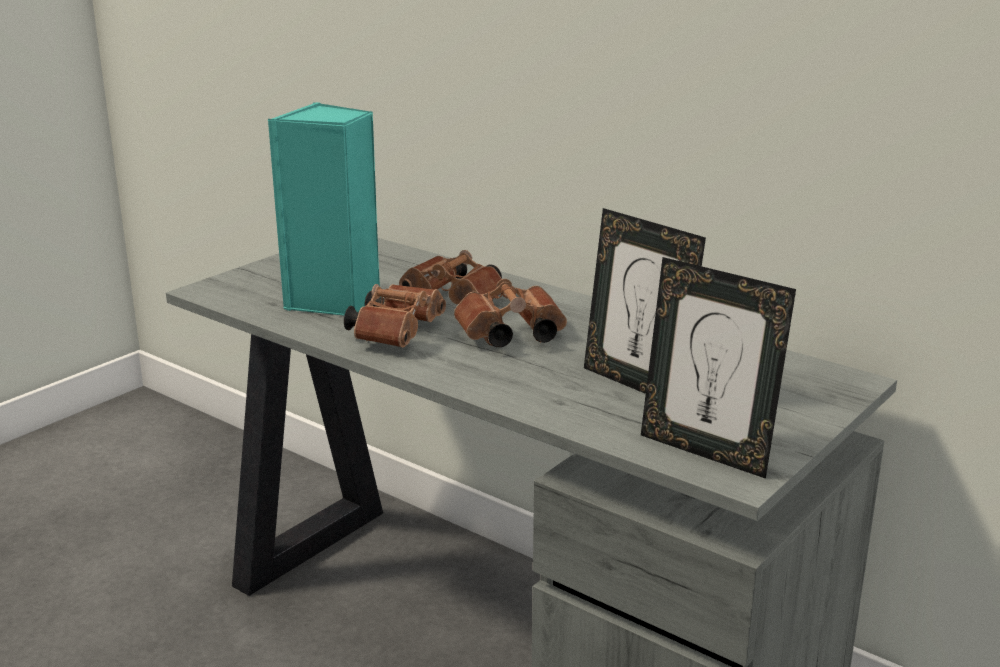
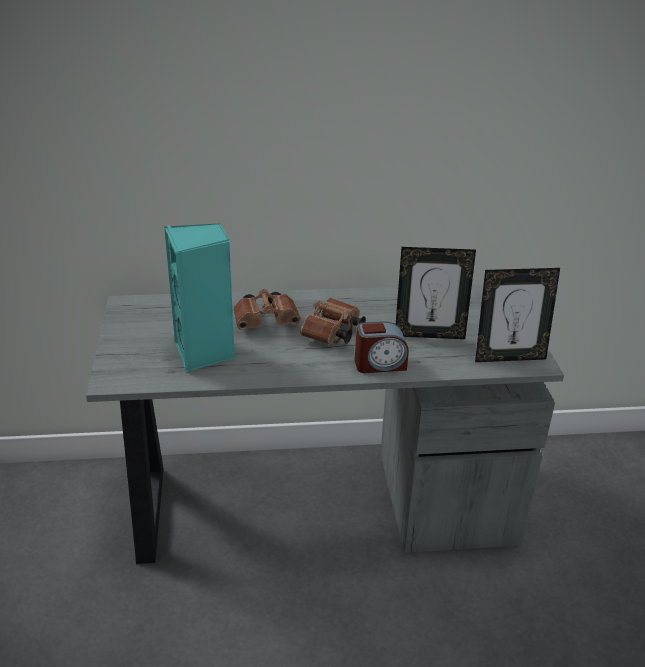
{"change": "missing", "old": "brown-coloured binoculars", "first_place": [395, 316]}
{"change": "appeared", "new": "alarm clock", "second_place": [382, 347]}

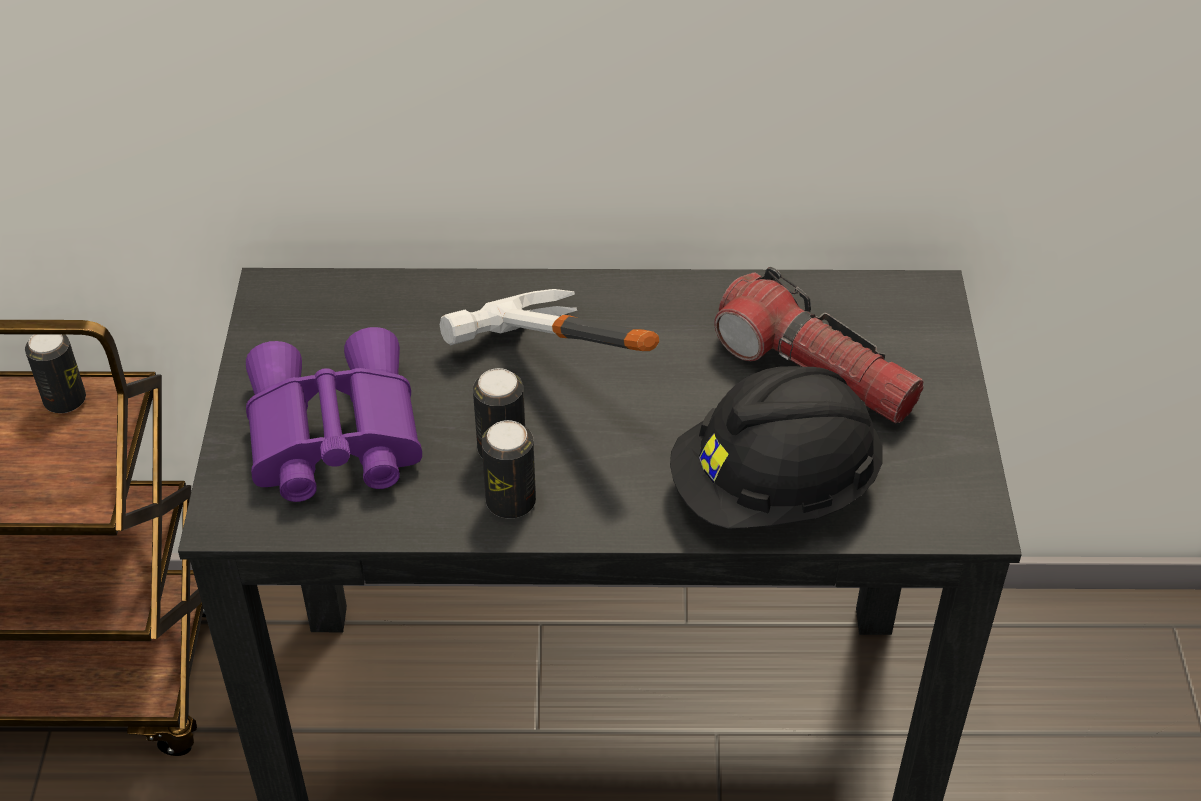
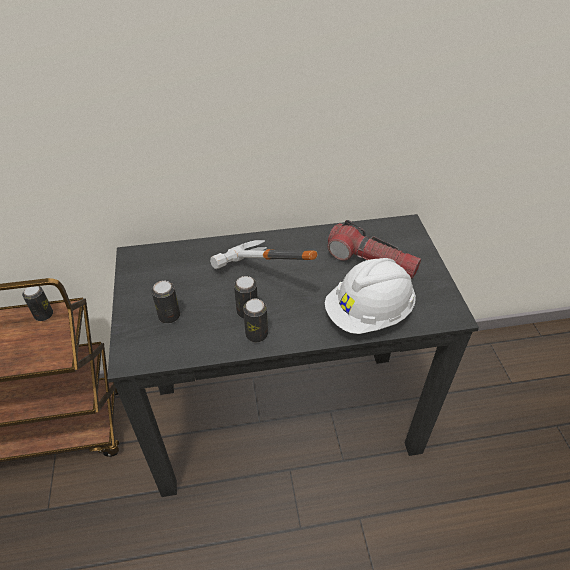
{"change": "exchanged", "old": "purple-coloured binoculars", "new": "metal can", "first_place": [334, 414], "second_place": [165, 302]}
{"change": "colour", "old": "black work helmet", "new": "white work helmet", "first_place": [776, 447], "second_place": [370, 296]}

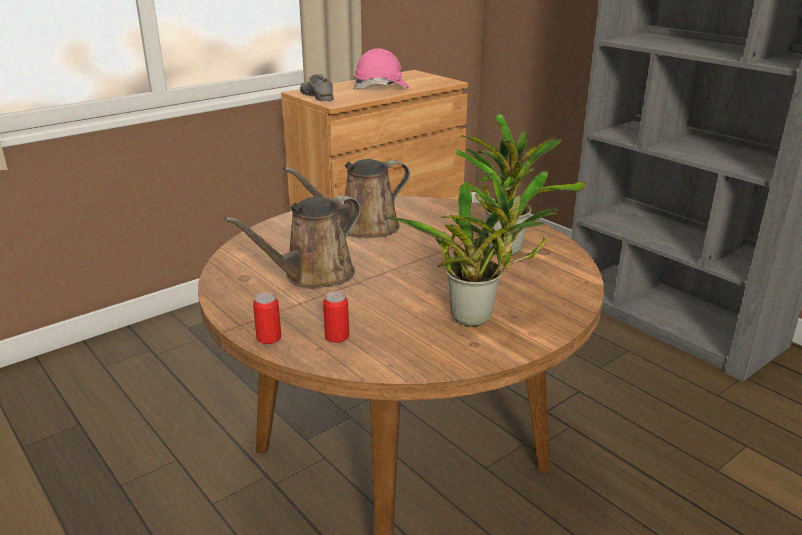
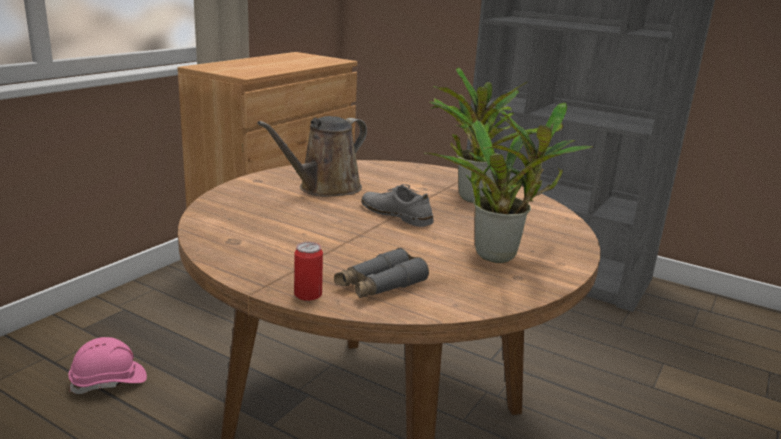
{"change": "relocated", "old": "pinkish work helmet", "first_place": [381, 68], "second_place": [107, 365]}
{"change": "relocated", "old": "grey low shoe", "first_place": [317, 87], "second_place": [397, 205]}
{"change": "missing", "old": "brown-coloured watering pot", "first_place": [292, 242]}
{"change": "exchanged", "old": "metal can", "new": "grey binoculars", "first_place": [336, 317], "second_place": [381, 273]}

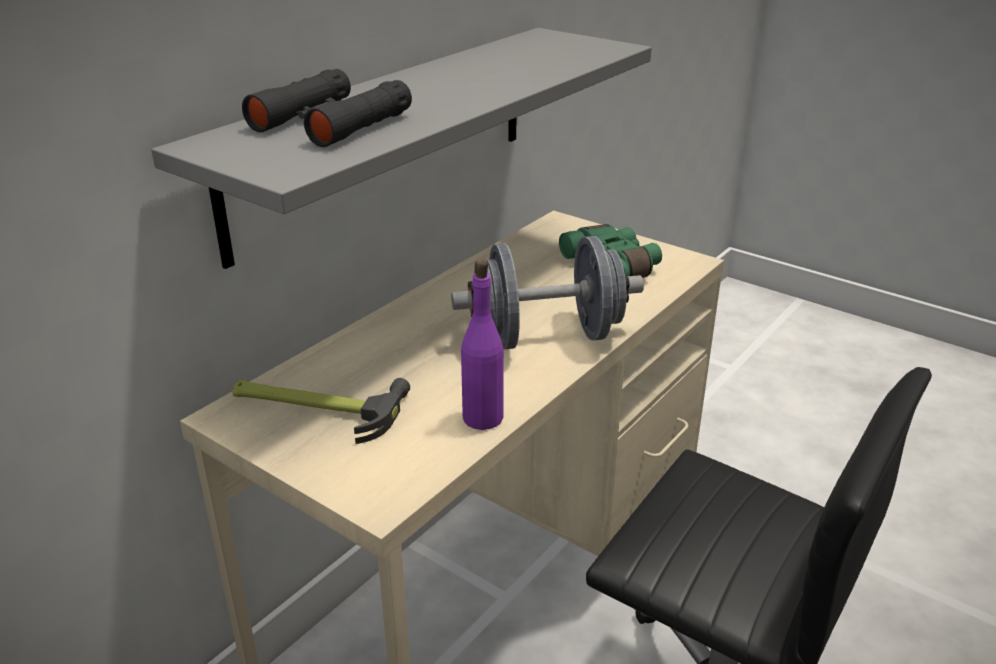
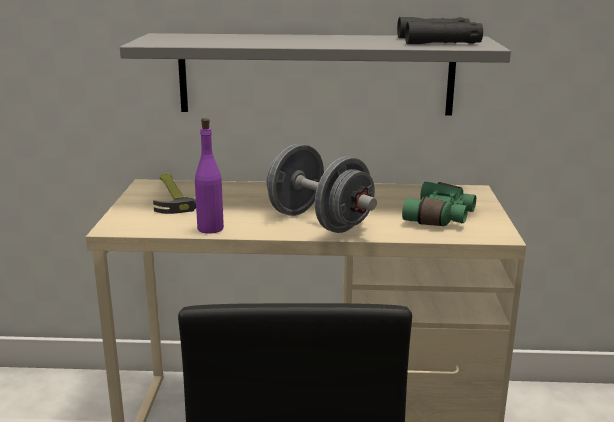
{"change": "relocated", "old": "black binoculars", "first_place": [327, 108], "second_place": [440, 30]}

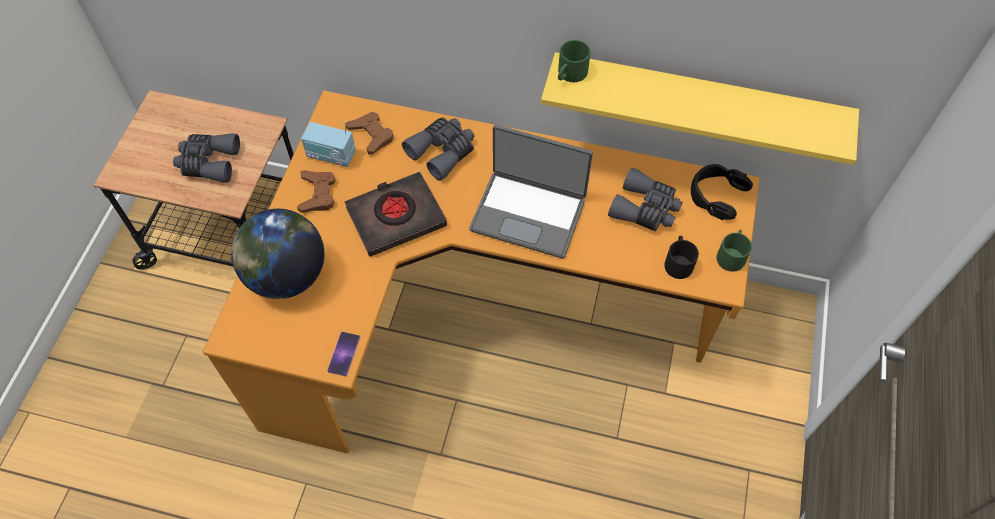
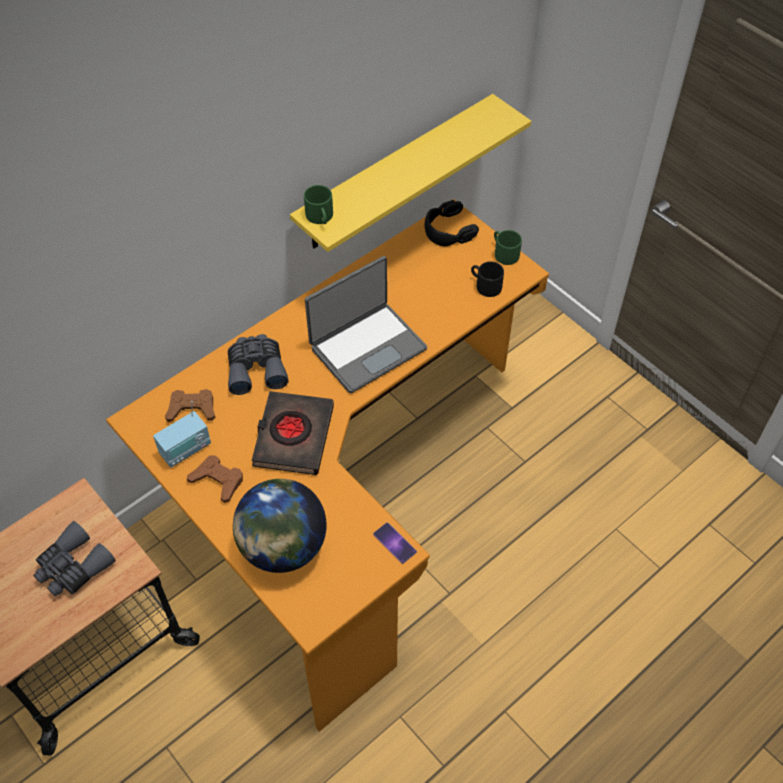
{"change": "missing", "old": "grey binoculars", "first_place": [645, 199]}

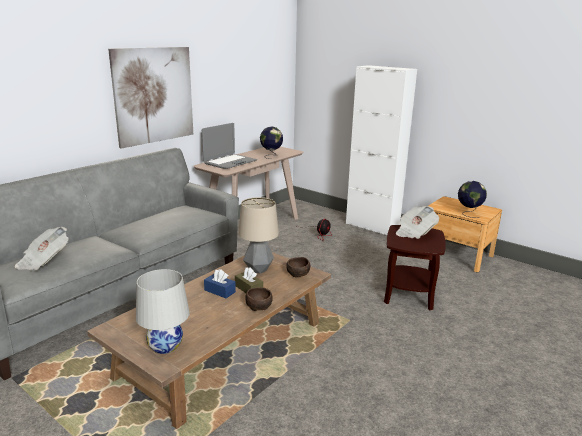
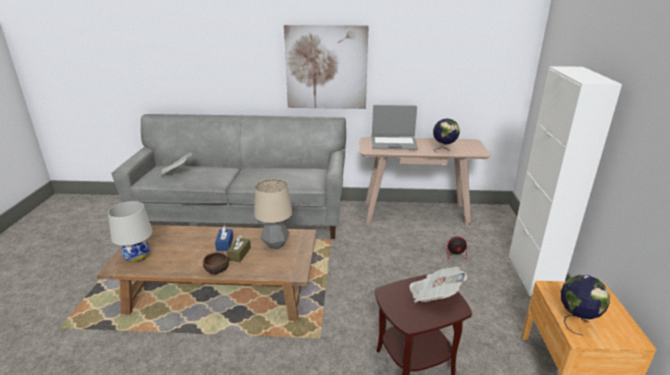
{"change": "missing", "old": "brown-coloured deep dish", "first_place": [298, 267]}

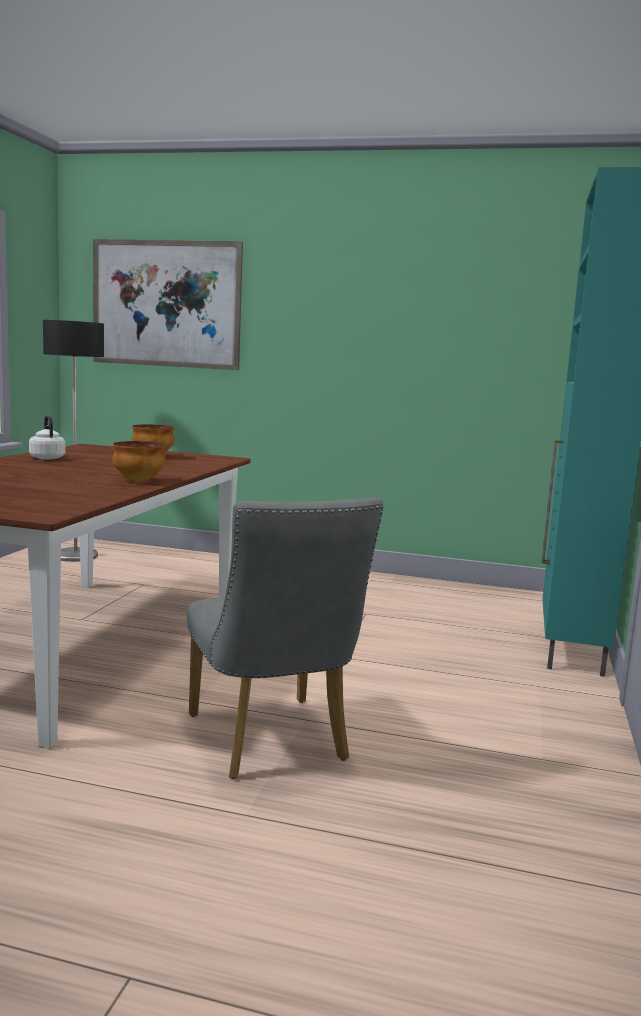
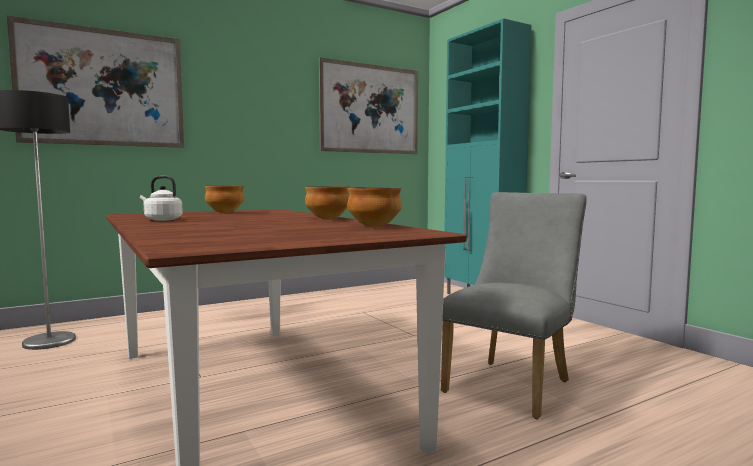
{"change": "spun", "old": "grey chair", "first_place": [285, 638], "second_place": [514, 305], "degrees": -75}
{"change": "appeared", "new": "wall art", "second_place": [368, 105]}
{"change": "appeared", "new": "deep dish", "second_place": [374, 207]}

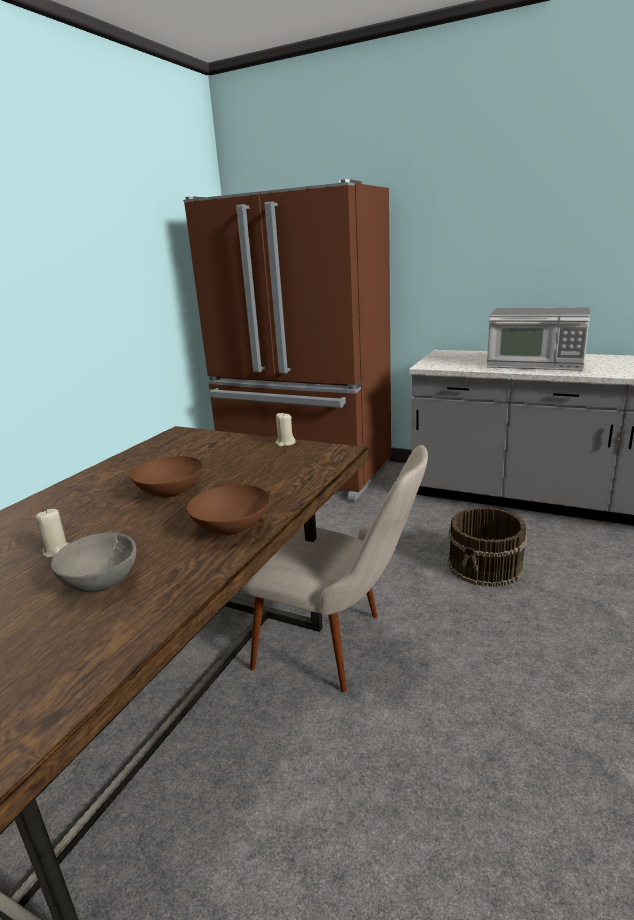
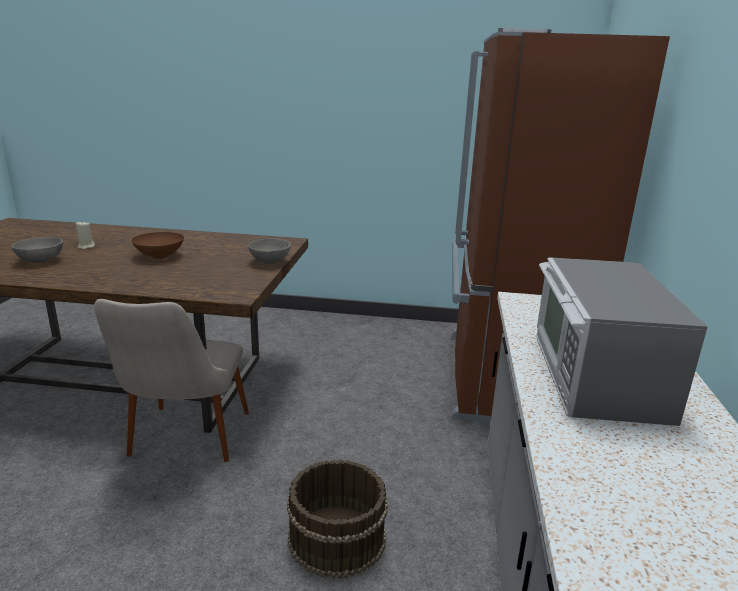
{"change": "missing", "old": "beige wax light", "first_place": [286, 430]}
{"change": "missing", "old": "brown-coloured deep dish", "first_place": [228, 510]}
{"change": "appeared", "new": "grey deep dish", "second_place": [269, 251]}

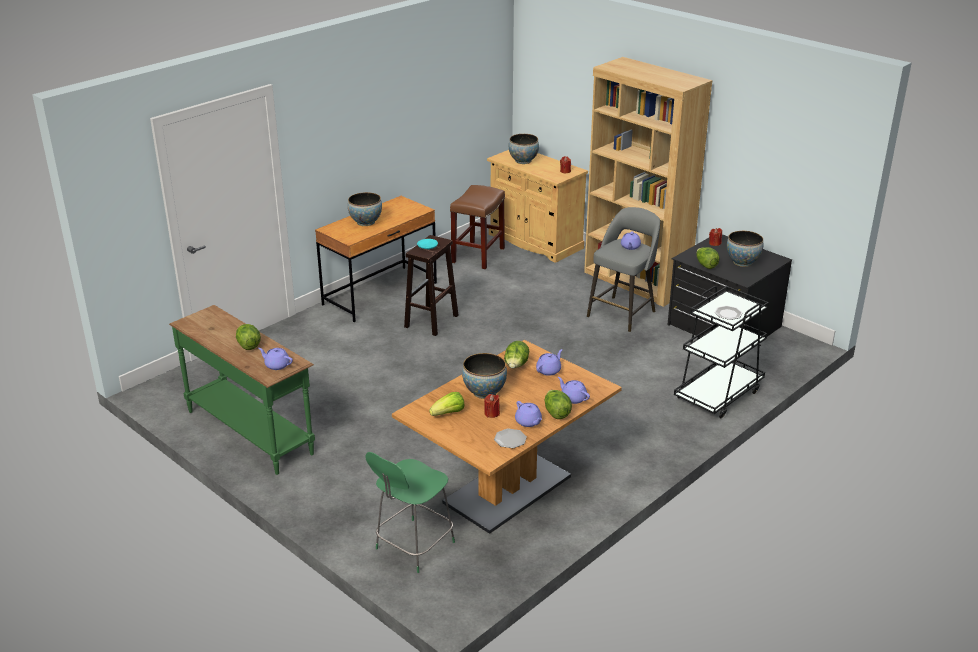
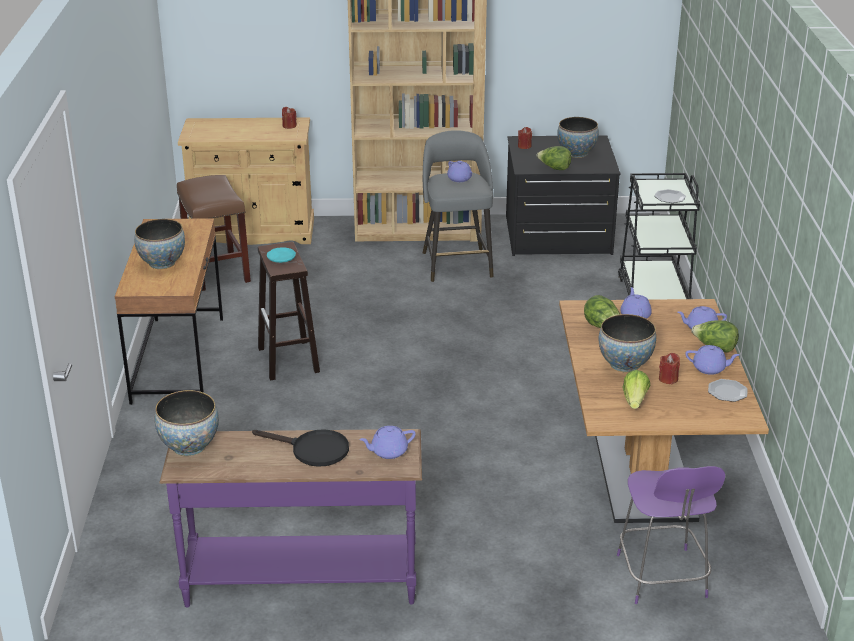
{"change": "relocated", "old": "deep dish", "first_place": [524, 149], "second_place": [187, 423]}
{"change": "colour", "old": "green console table", "new": "purple-coloured console table", "first_place": [242, 390], "second_place": [290, 518]}
{"change": "exchanged", "old": "lettuce", "new": "black pan", "first_place": [248, 337], "second_place": [300, 448]}
{"change": "colour", "old": "green chair", "new": "purple-coloured chair", "first_place": [410, 512], "second_place": [671, 535]}

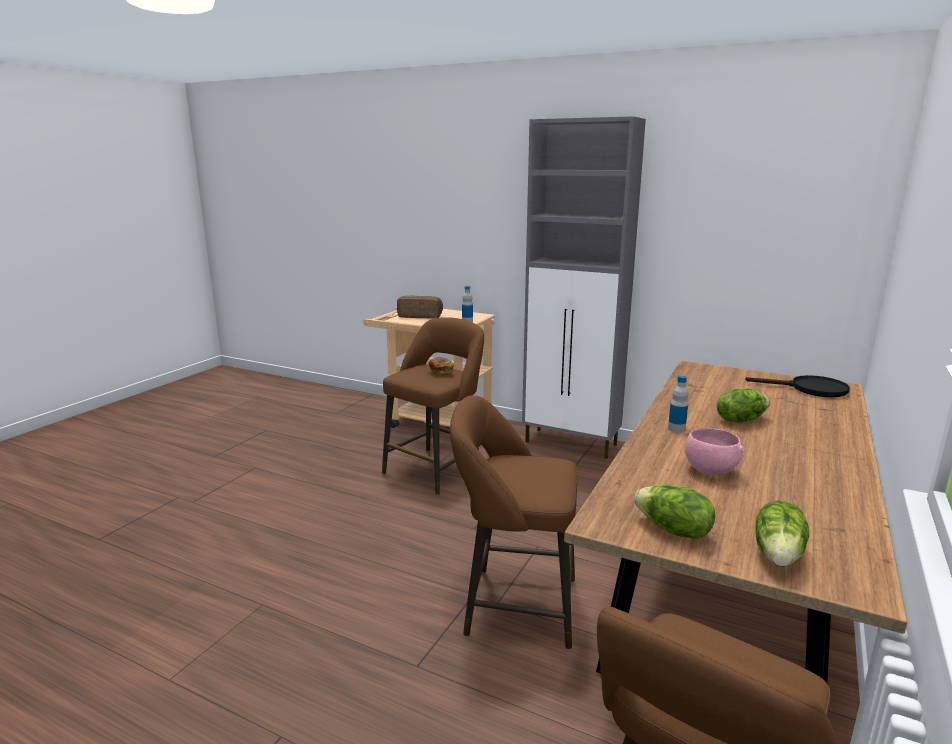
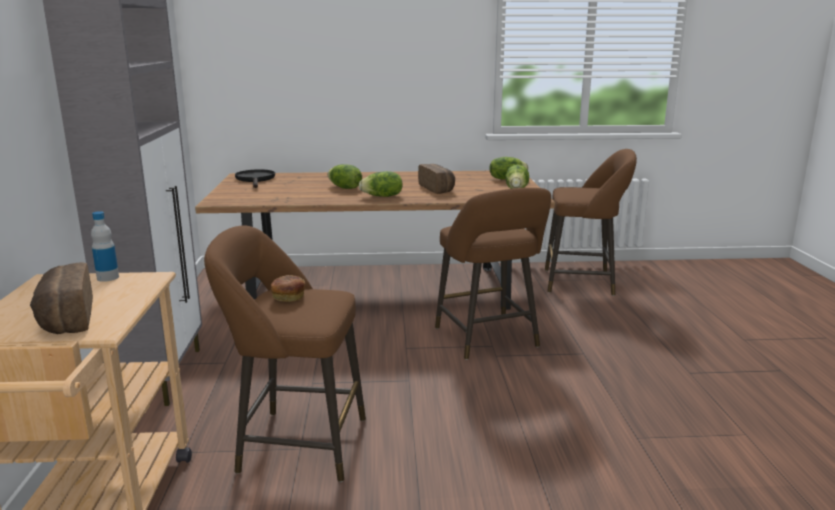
{"change": "exchanged", "old": "beverage bottle", "new": "lettuce", "first_place": [678, 404], "second_place": [380, 184]}
{"change": "exchanged", "old": "pinkish deep dish", "new": "baked bread", "first_place": [714, 451], "second_place": [436, 179]}

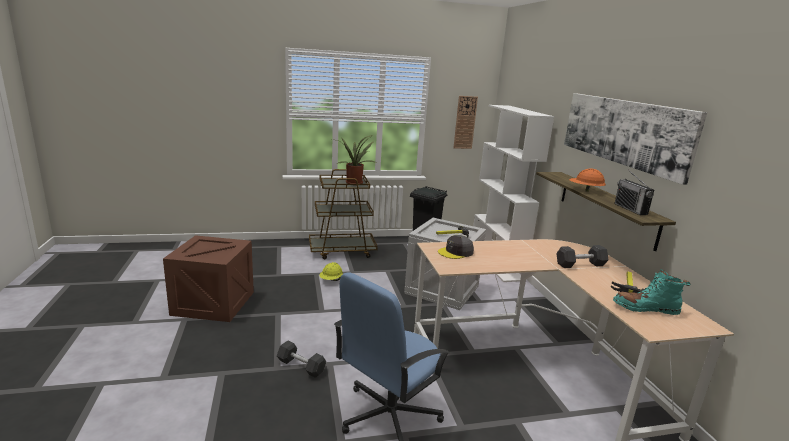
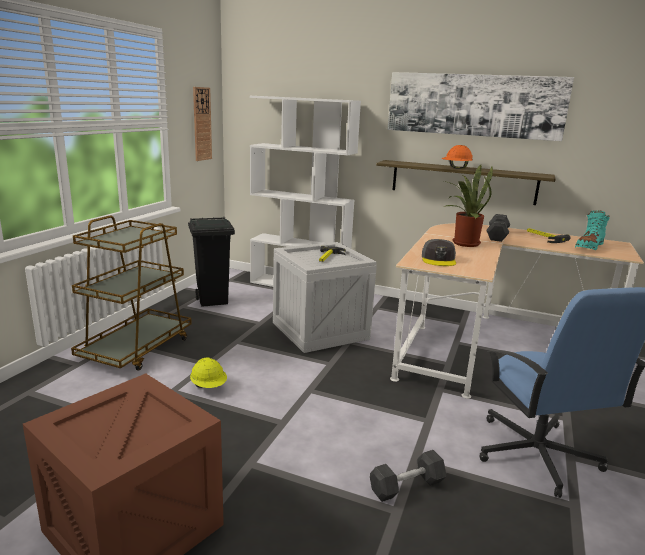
{"change": "relocated", "old": "houseplant", "first_place": [354, 159], "second_place": [468, 206]}
{"change": "missing", "old": "radio", "first_place": [634, 192]}

